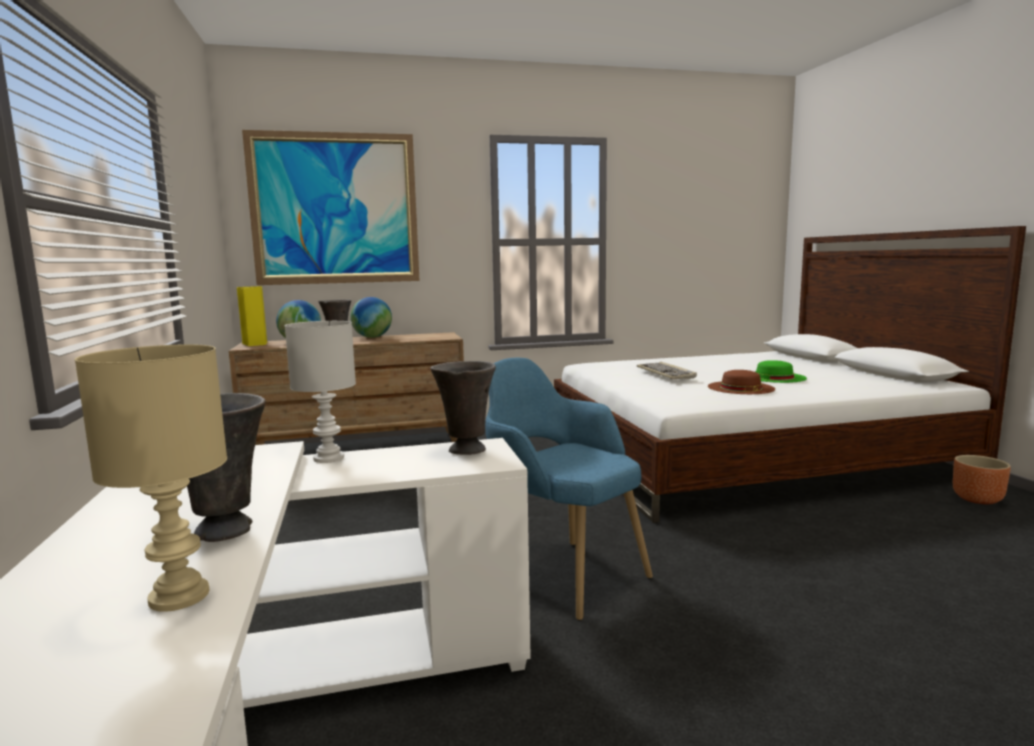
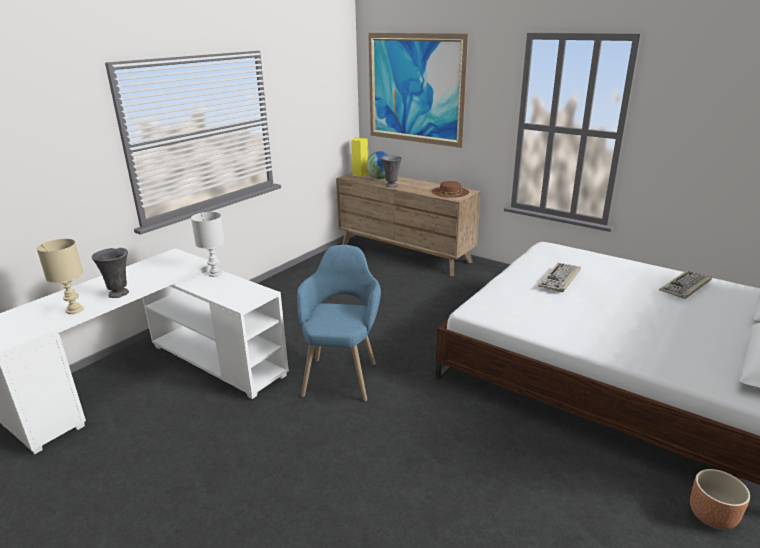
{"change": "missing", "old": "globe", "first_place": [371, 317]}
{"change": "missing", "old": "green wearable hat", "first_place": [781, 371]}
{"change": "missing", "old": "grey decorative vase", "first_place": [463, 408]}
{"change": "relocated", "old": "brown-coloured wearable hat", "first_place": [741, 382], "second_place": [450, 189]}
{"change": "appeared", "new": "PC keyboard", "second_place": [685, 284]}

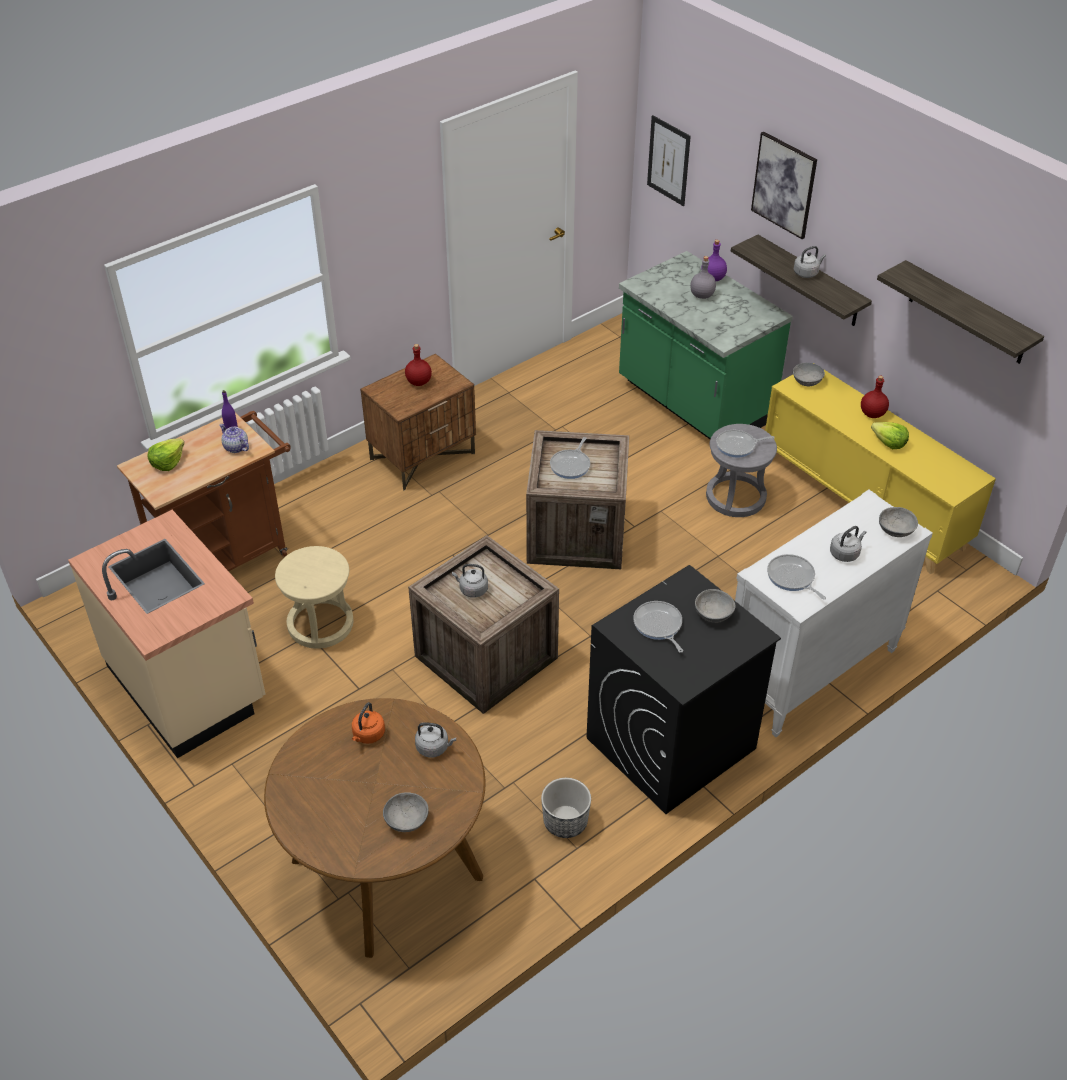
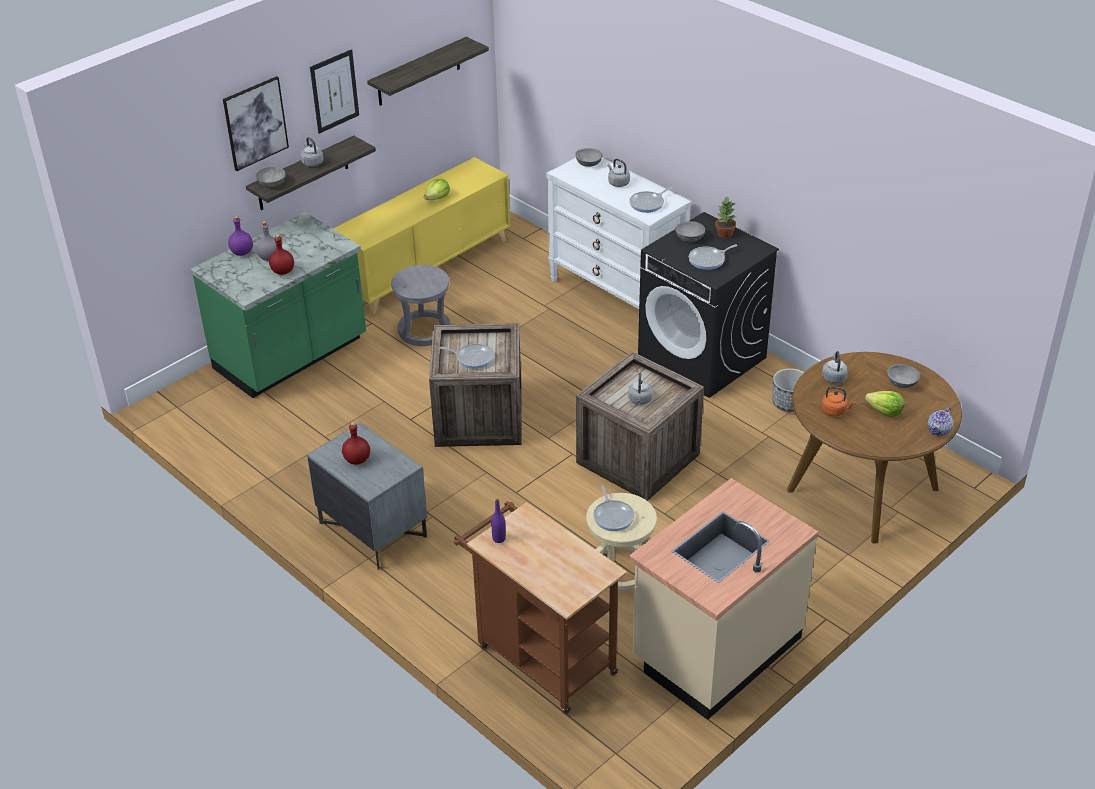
{"change": "relocated", "old": "wall art", "first_place": [669, 160], "second_place": [334, 91]}
{"change": "colour", "old": "brown-coloured bedside table", "new": "grey bedside table", "first_place": [418, 422], "second_place": [367, 496]}
{"change": "relocated", "old": "grey deep dish", "first_place": [809, 374], "second_place": [270, 177]}
{"change": "relocated", "old": "reddish beverage bottle", "first_place": [875, 397], "second_place": [281, 255]}
{"change": "relocated", "old": "tea pot", "first_place": [234, 438], "second_place": [940, 421]}
{"change": "relocated", "old": "pan", "first_place": [745, 444], "second_place": [613, 508]}
{"change": "relocated", "old": "lettuce", "first_place": [166, 454], "second_place": [884, 404]}
{"change": "appeared", "new": "houseplant", "second_place": [726, 217]}

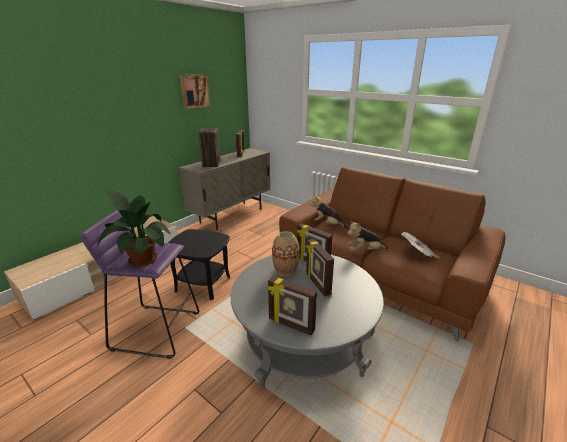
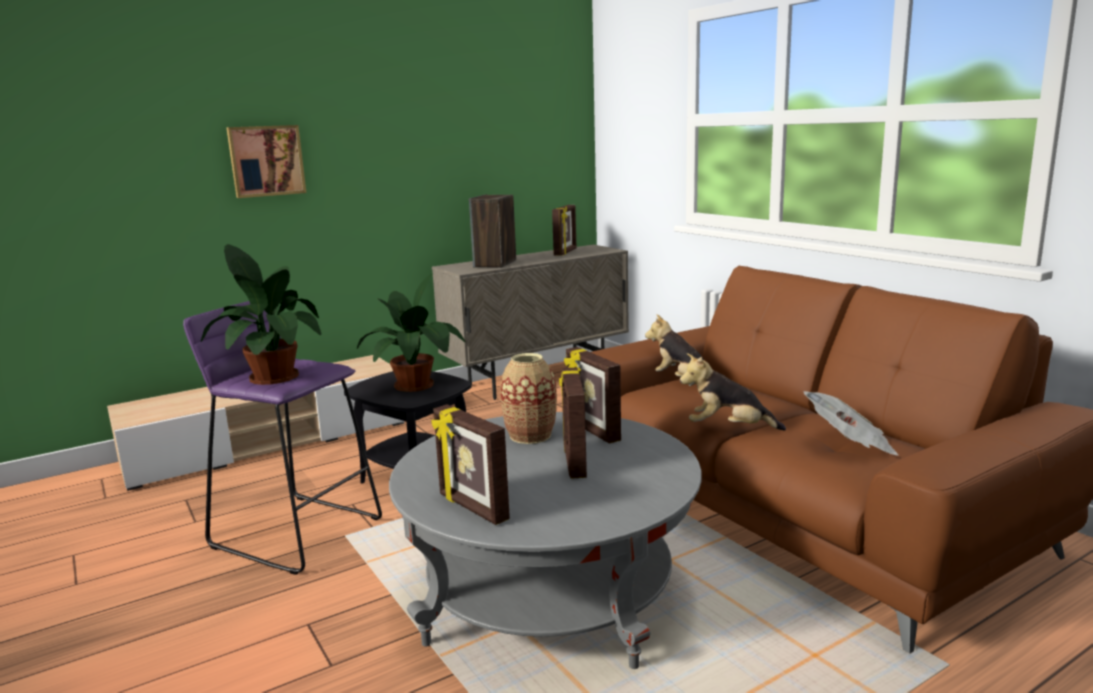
{"change": "relocated", "old": "wall art", "first_place": [195, 91], "second_place": [266, 161]}
{"change": "appeared", "new": "houseplant", "second_place": [411, 333]}

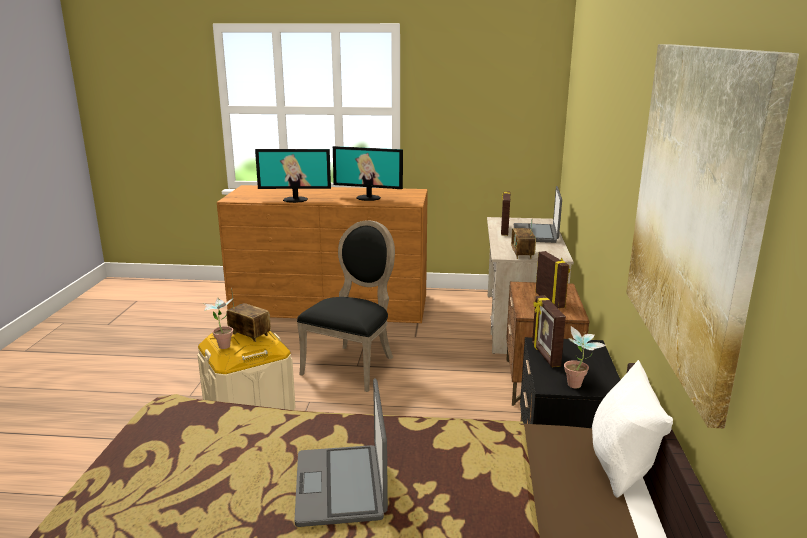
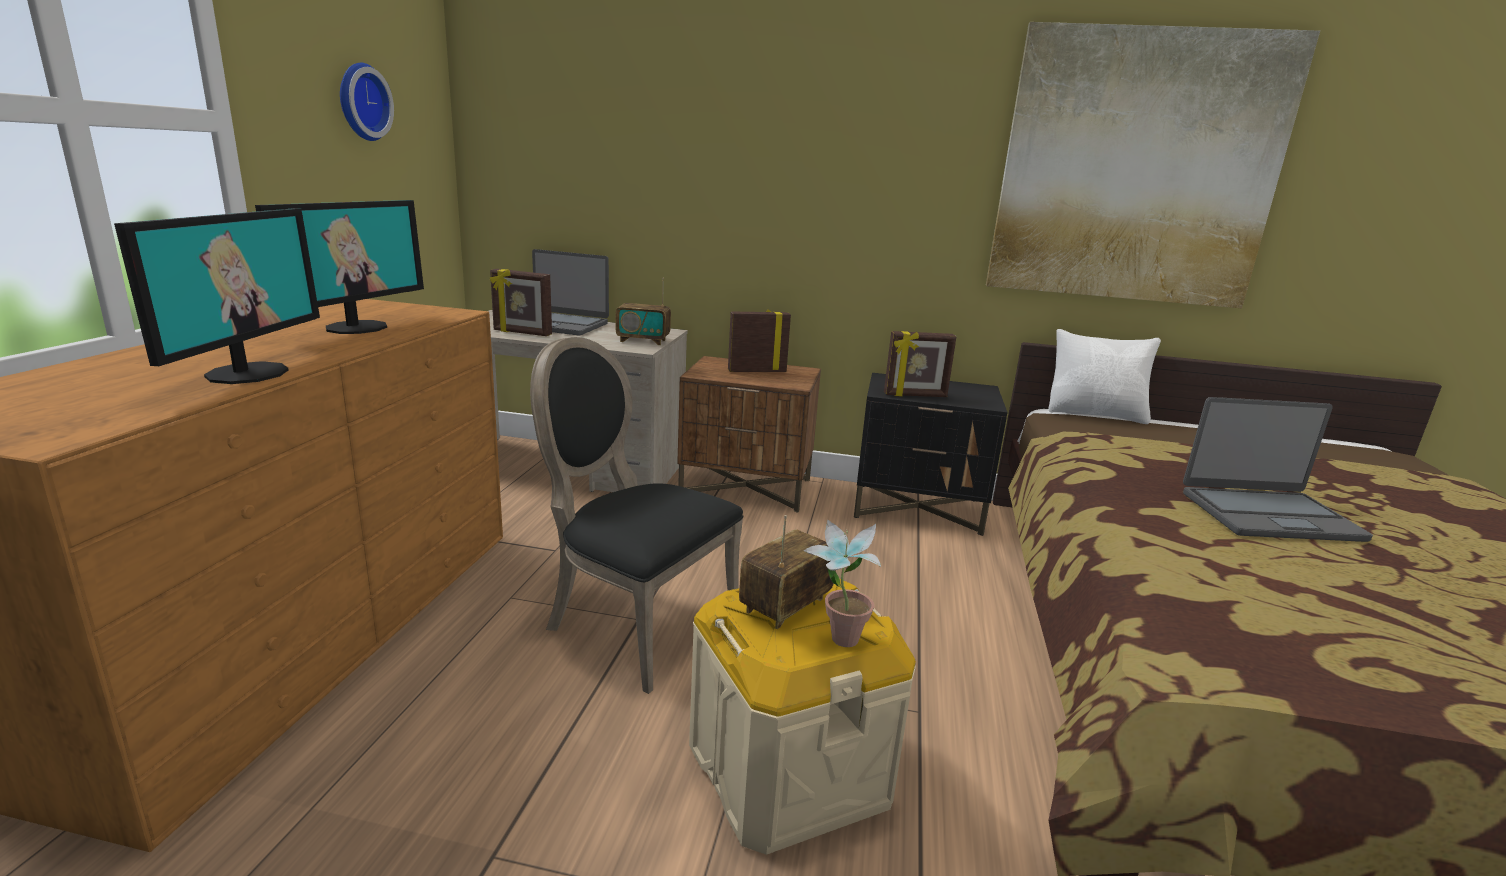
{"change": "missing", "old": "houseplant", "first_place": [585, 357]}
{"change": "appeared", "new": "clock on the wall", "second_place": [367, 102]}

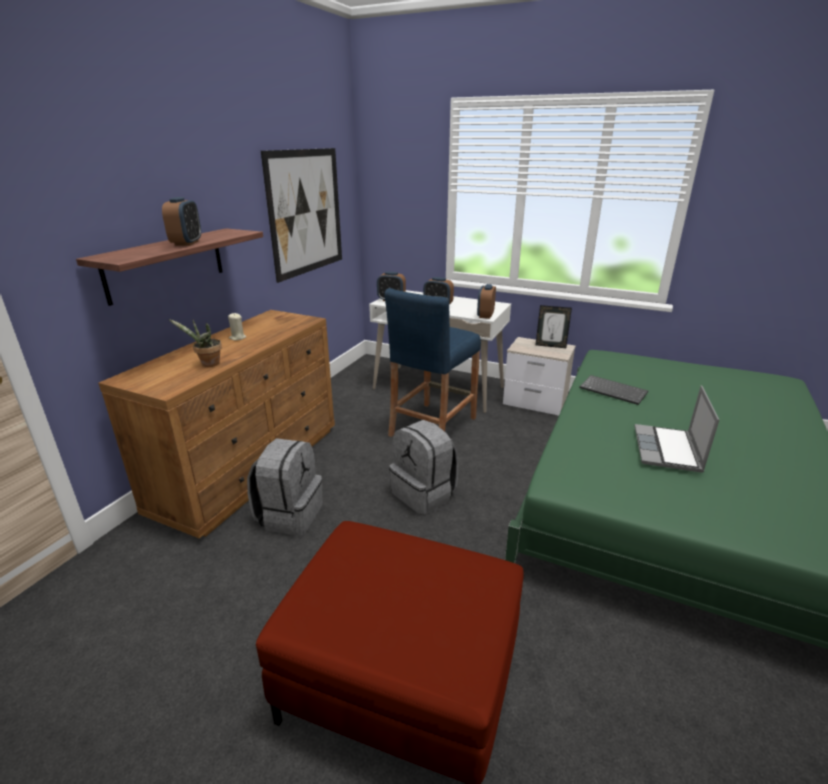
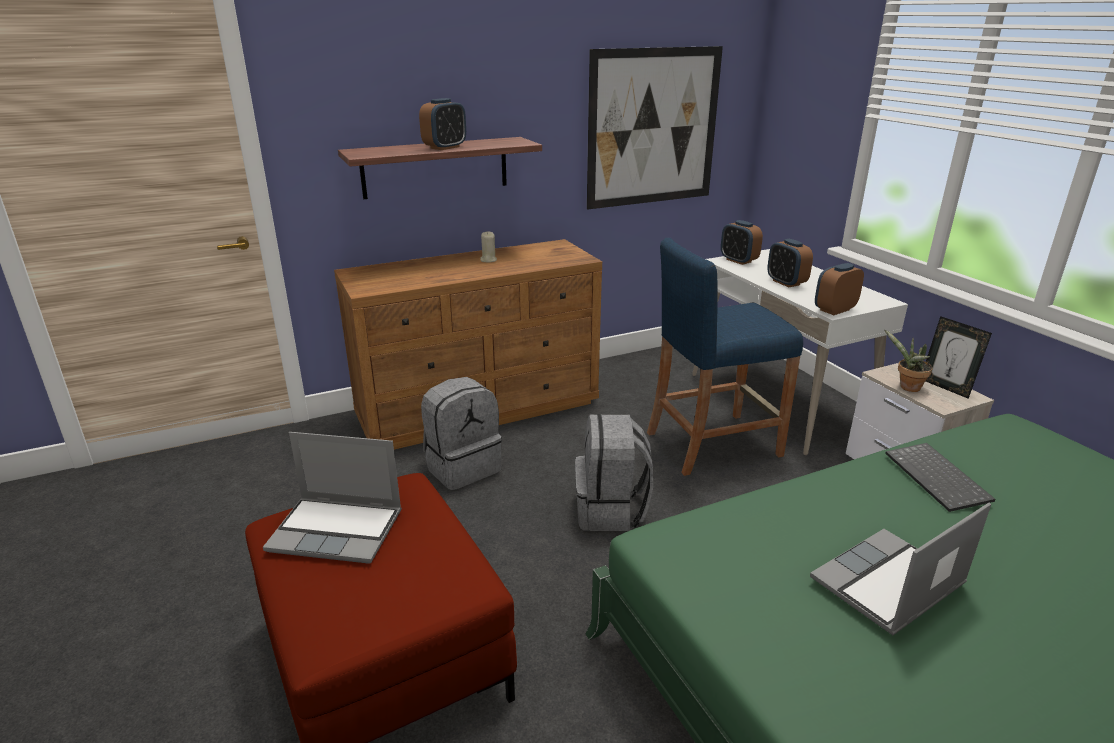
{"change": "relocated", "old": "houseplant", "first_place": [195, 343], "second_place": [908, 360]}
{"change": "appeared", "new": "laptop", "second_place": [332, 498]}

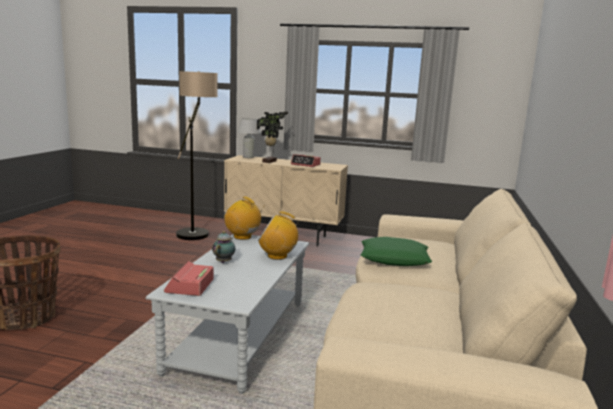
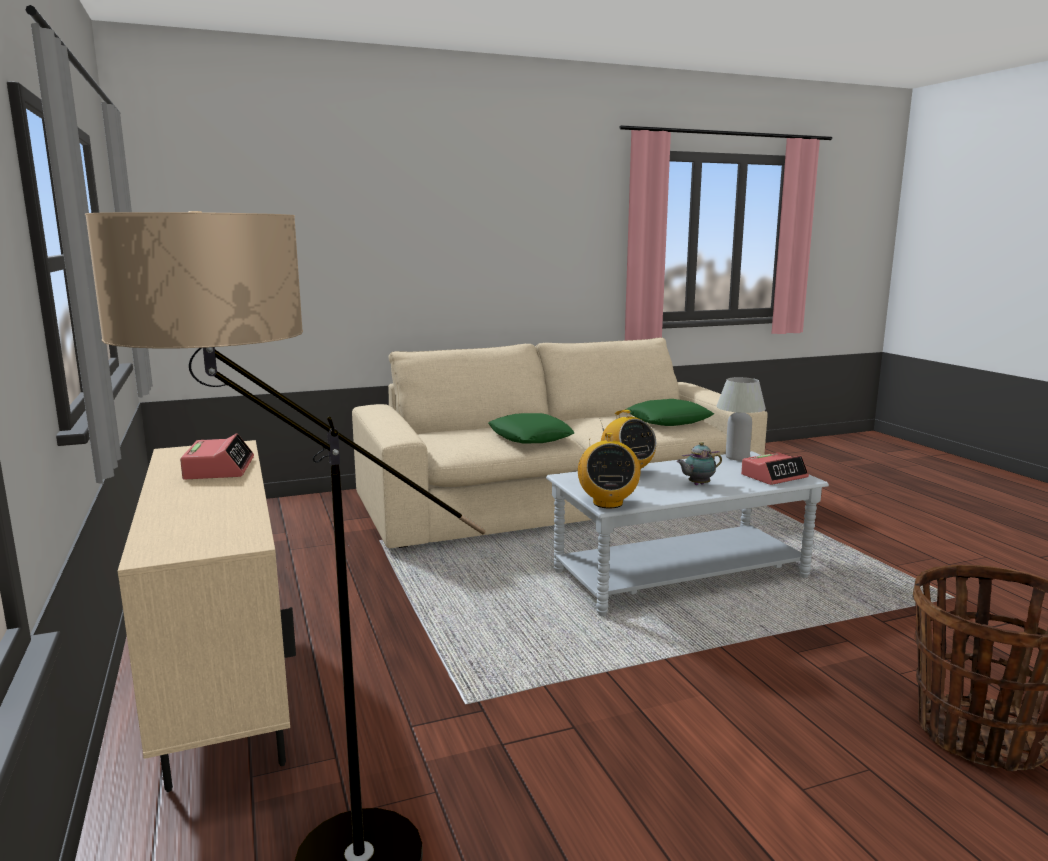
{"change": "missing", "old": "houseplant", "first_place": [272, 137]}
{"change": "relocated", "old": "white table lamp", "first_place": [249, 138], "second_place": [741, 419]}
{"change": "appeared", "new": "green pillow", "second_place": [669, 412]}

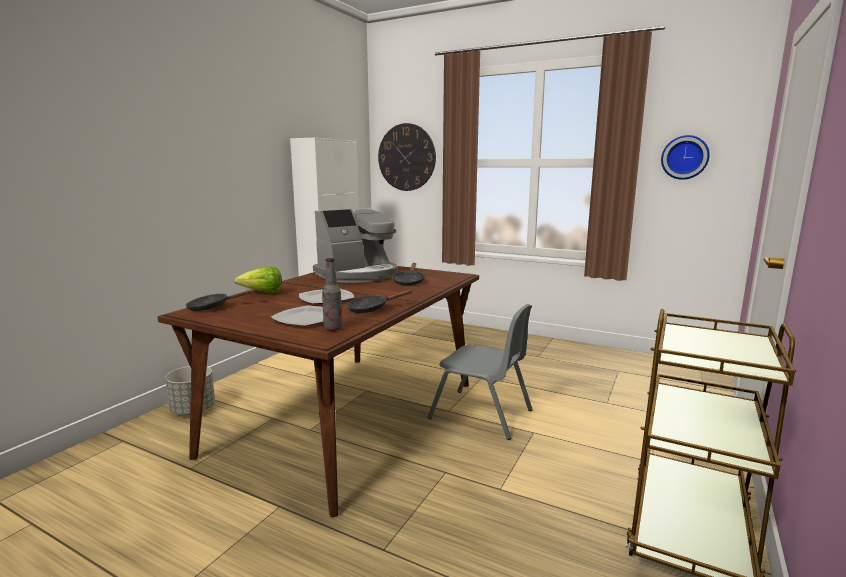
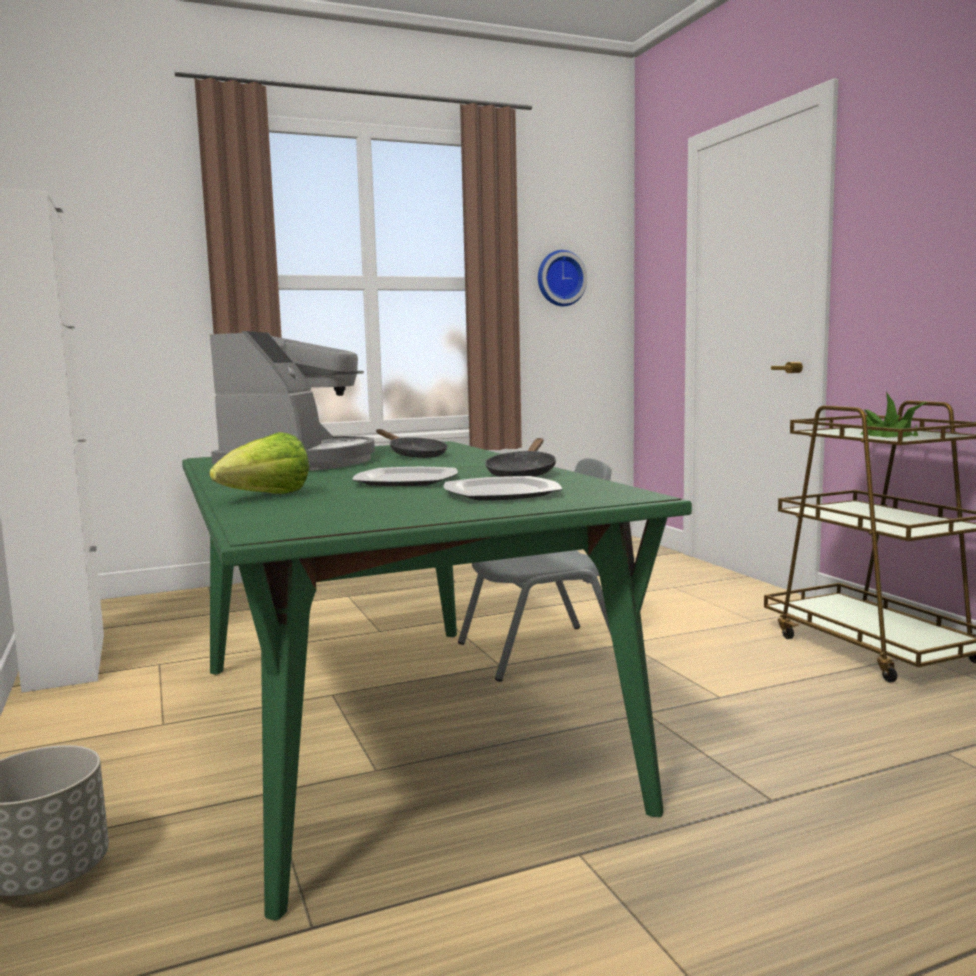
{"change": "missing", "old": "clock on the wall", "first_place": [407, 157]}
{"change": "missing", "old": "beverage bottle", "first_place": [332, 294]}
{"change": "colour", "old": "brown-coloured dining table", "new": "green dining table", "first_place": [318, 391], "second_place": [437, 680]}
{"change": "missing", "old": "black pan", "first_place": [221, 300]}
{"change": "appeared", "new": "houseplant", "second_place": [894, 414]}

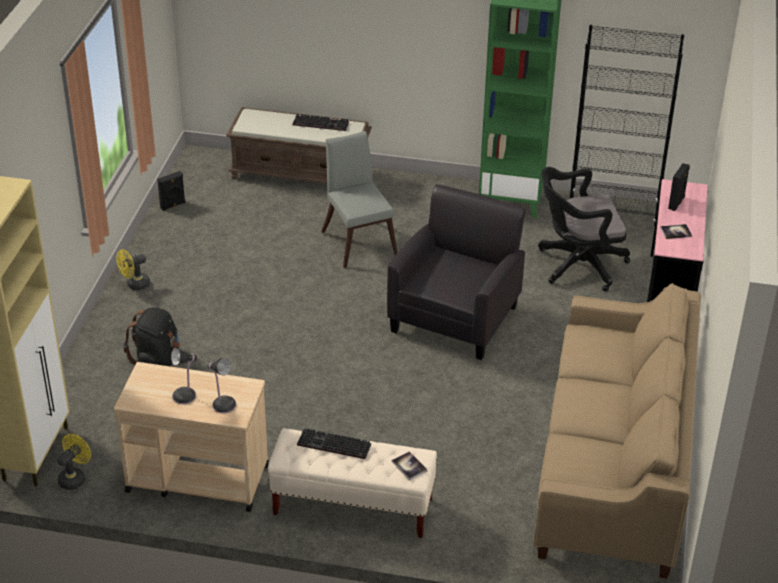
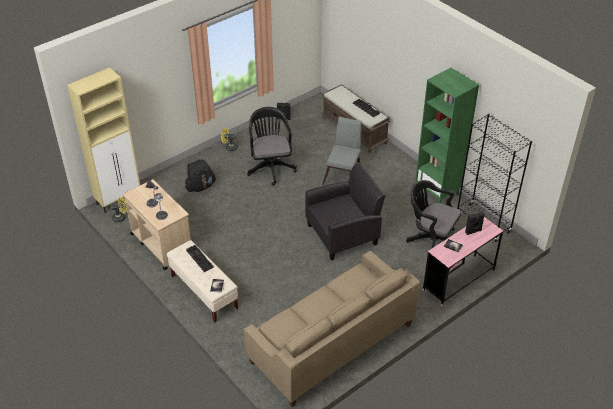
{"change": "appeared", "new": "black office chair", "second_place": [272, 146]}

